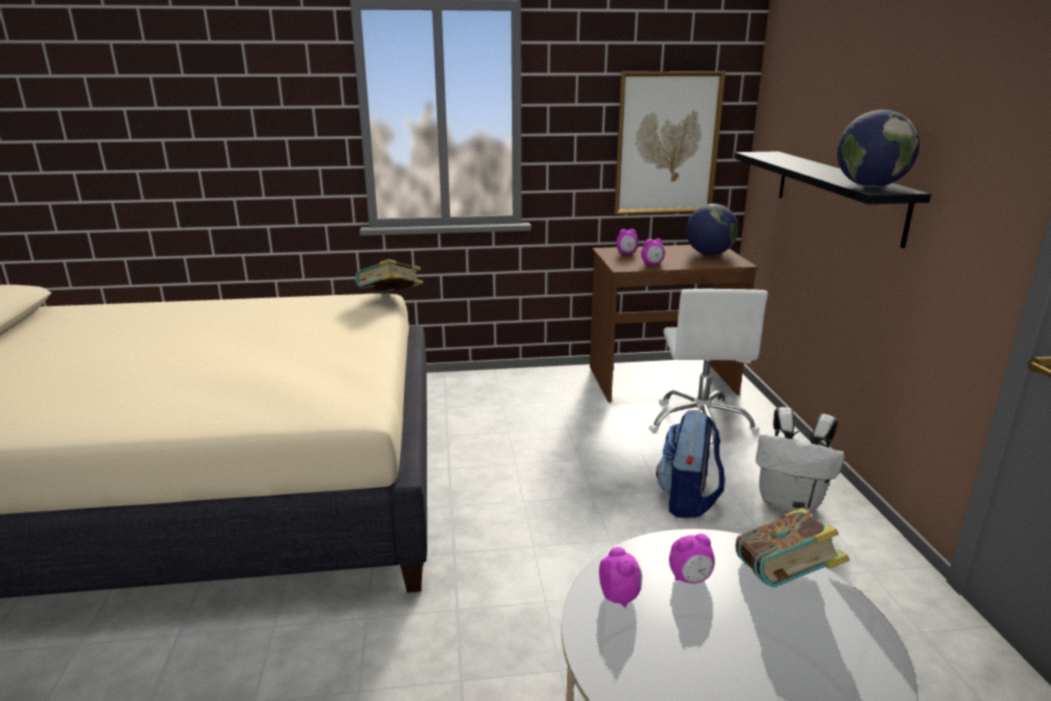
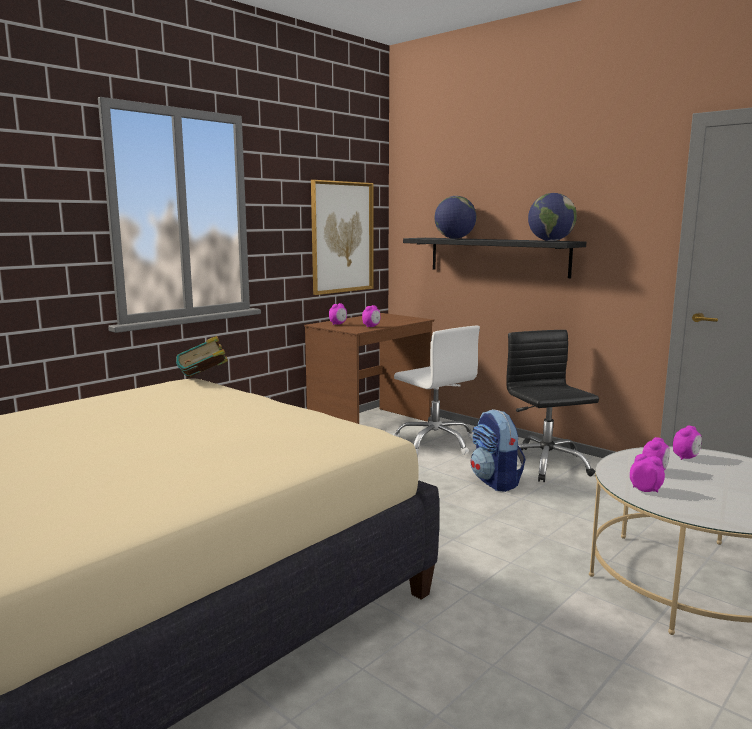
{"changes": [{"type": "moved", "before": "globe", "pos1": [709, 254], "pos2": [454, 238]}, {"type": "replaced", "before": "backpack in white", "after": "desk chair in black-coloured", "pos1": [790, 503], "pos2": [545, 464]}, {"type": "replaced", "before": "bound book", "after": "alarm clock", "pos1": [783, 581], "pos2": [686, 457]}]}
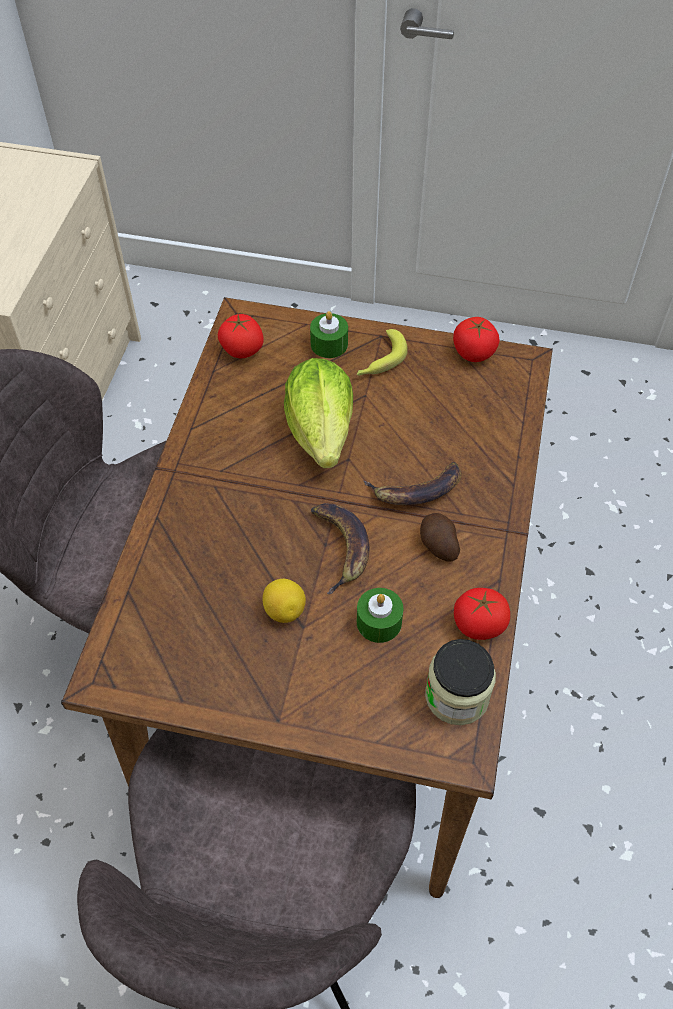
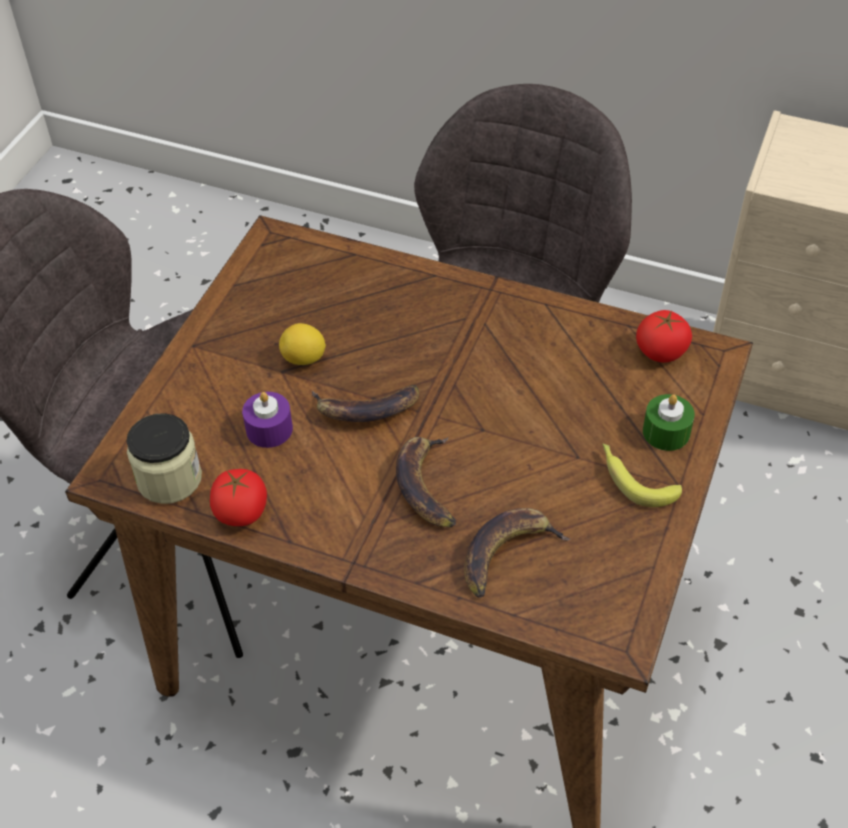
{"changes": [{"type": "recoloured", "before": "wax light in greenish", "after": "wax light in purple", "pos1": [379, 622], "pos2": [269, 429]}, {"type": "added", "after": "banana fruit", "pos2": [507, 553]}, {"type": "removed", "before": "lettuce head", "pos1": [321, 432]}, {"type": "removed", "before": "spud", "pos1": [438, 544]}, {"type": "removed", "before": "whole tomato", "pos1": [473, 352]}]}
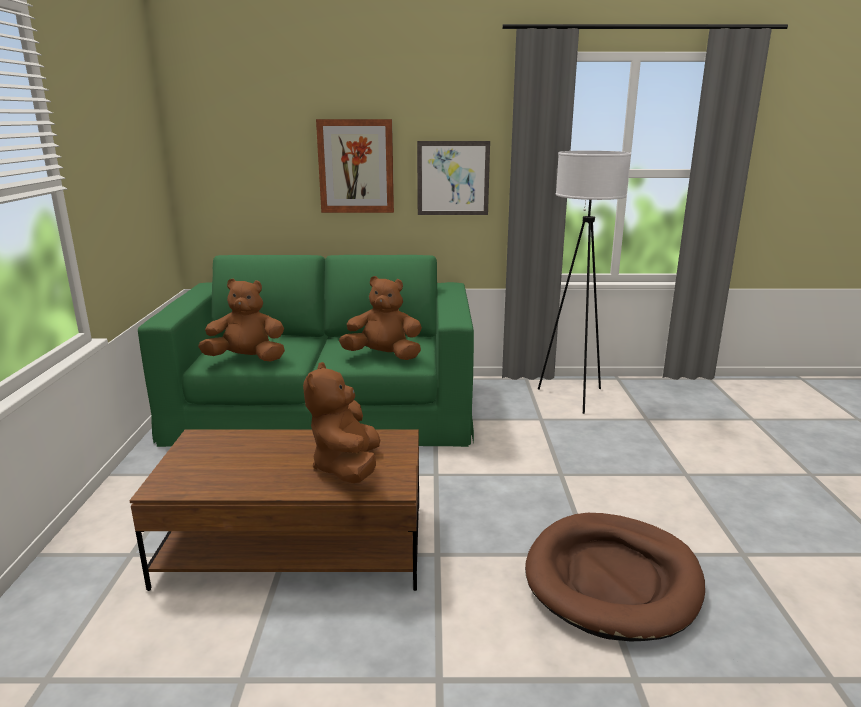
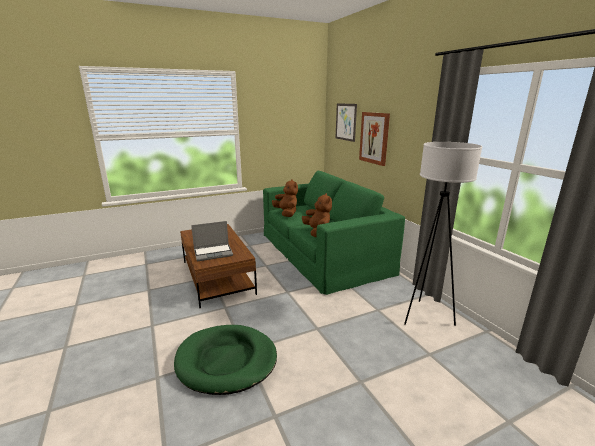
{"changes": [{"type": "recoloured", "before": "dog bed in brown-coloured", "after": "dog bed in greenish", "pos1": [613, 579], "pos2": [226, 361]}, {"type": "replaced", "before": "cuddly toy in brown-coloured", "after": "portable computer", "pos1": [347, 467], "pos2": [213, 253]}, {"type": "moved", "before": "wall art", "pos1": [453, 178], "pos2": [346, 122]}]}
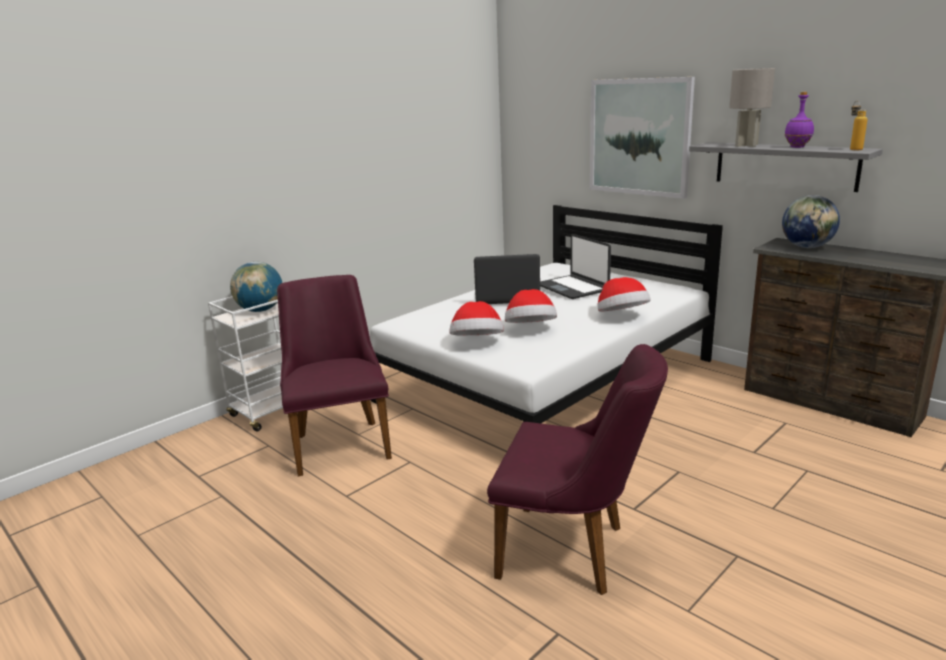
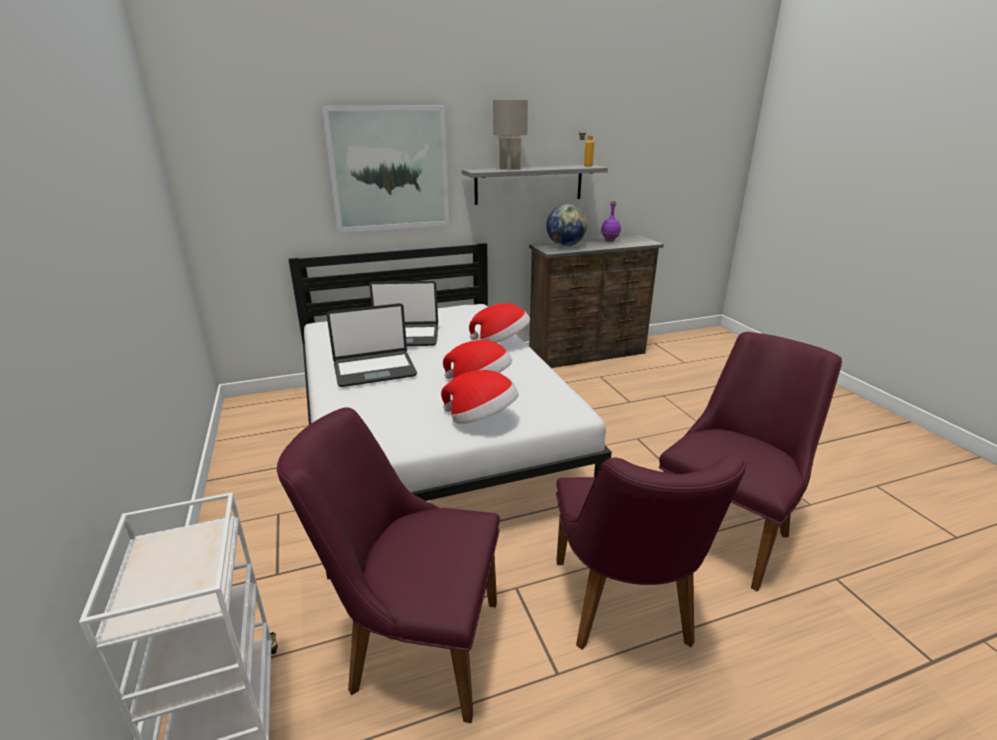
{"changes": [{"type": "turned", "before": "portable computer", "pos1": [507, 297], "pos2": [374, 370], "turn": -135}, {"type": "added", "after": "upright chair in purple", "pos2": [625, 611]}, {"type": "moved", "before": "bottle in purple", "pos1": [797, 147], "pos2": [610, 240]}, {"type": "removed", "before": "globe", "pos1": [260, 310]}]}
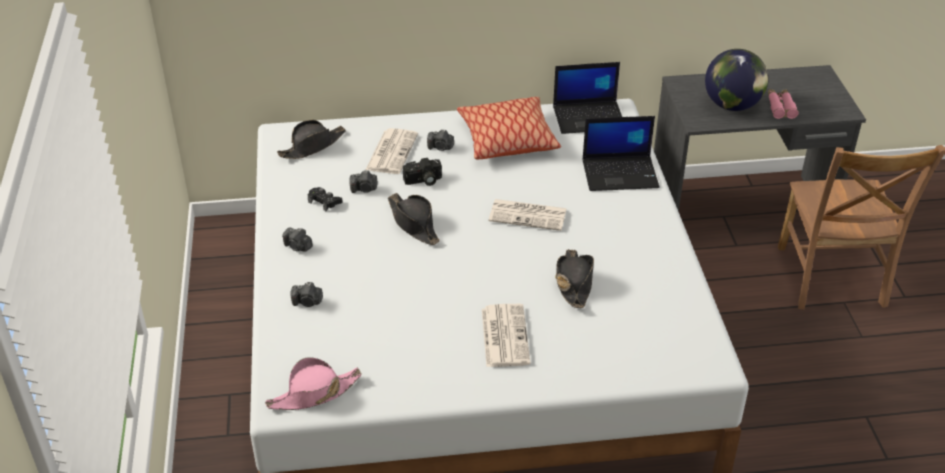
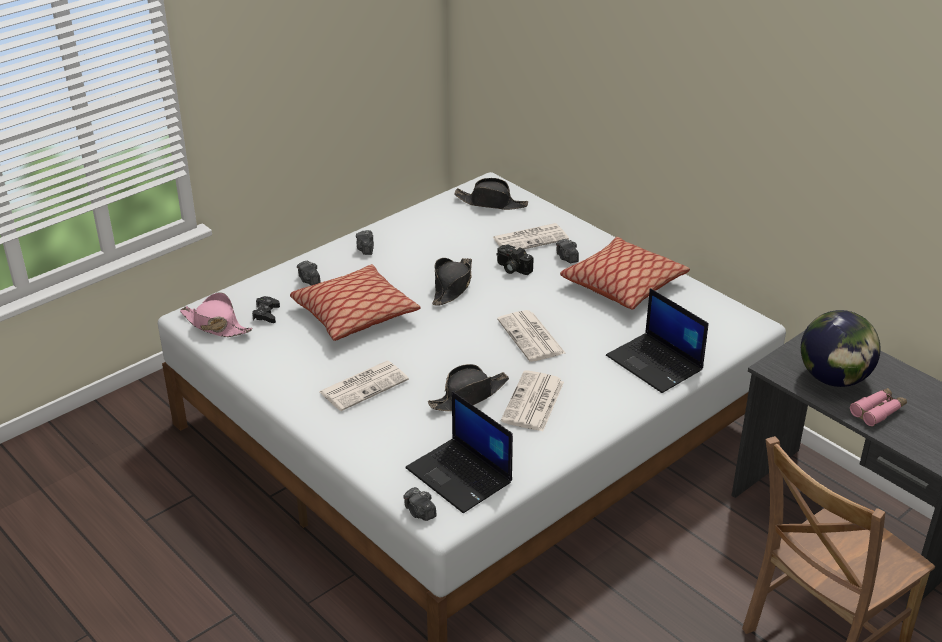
{"changes": [{"type": "moved", "before": "gamepad in black-coloured", "pos1": [324, 202], "pos2": [266, 314]}, {"type": "added", "after": "throw pillow", "pos2": [355, 314]}, {"type": "moved", "before": "photo camera", "pos1": [364, 189], "pos2": [420, 512]}, {"type": "moved", "before": "portable computer", "pos1": [589, 117], "pos2": [460, 476]}, {"type": "added", "after": "newspaper", "pos2": [533, 402]}]}
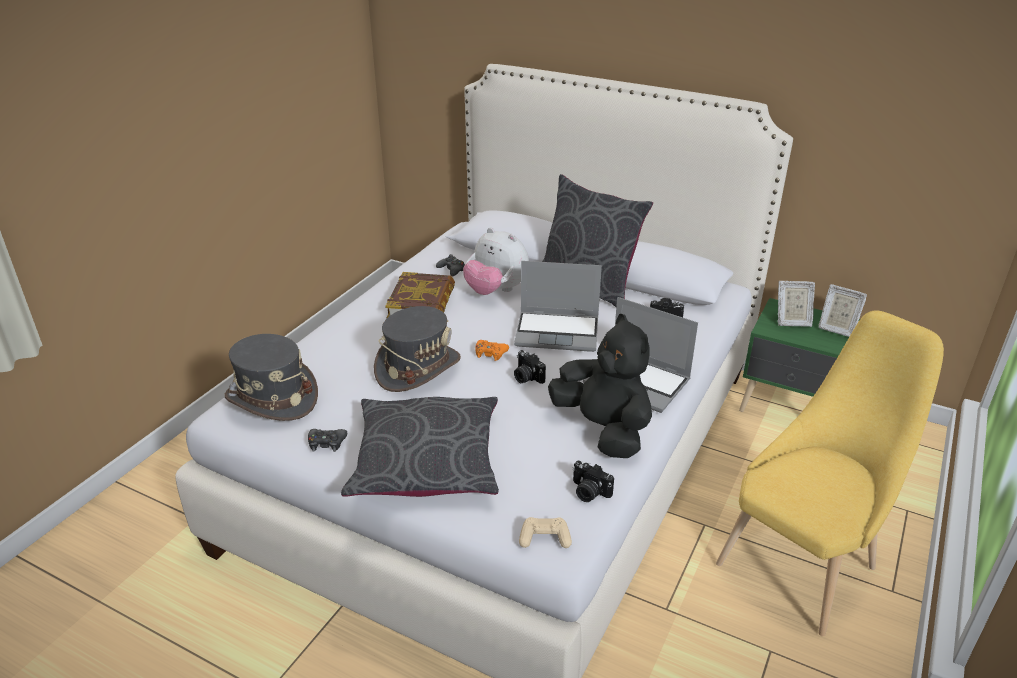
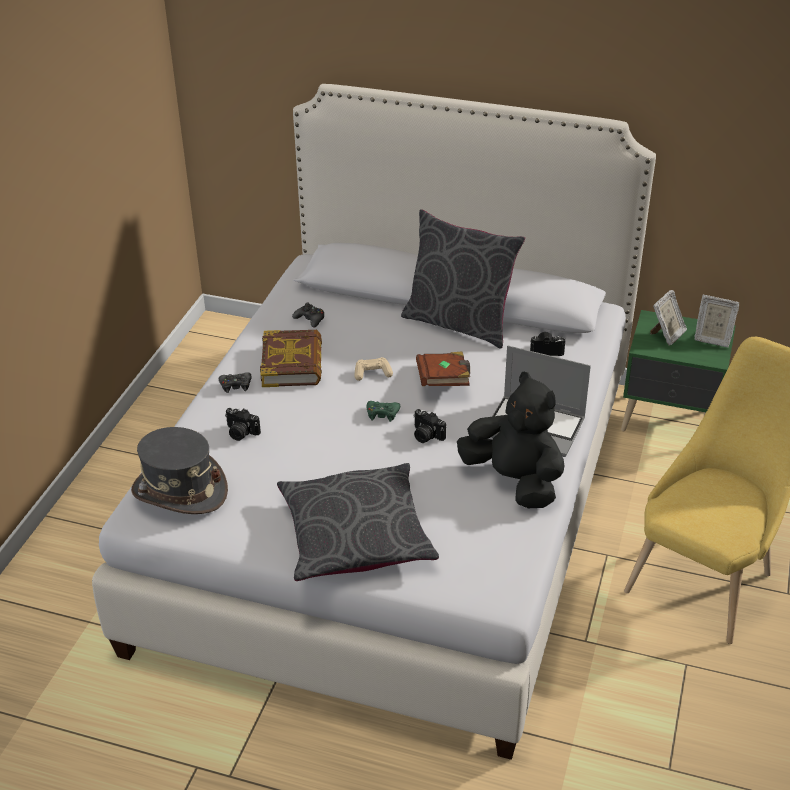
{"changes": [{"type": "moved", "before": "gamepad in black-coloured", "pos1": [327, 443], "pos2": [235, 385]}, {"type": "moved", "before": "photo camera", "pos1": [588, 492], "pos2": [240, 433]}, {"type": "moved", "before": "gamepad in sand-coloured", "pos1": [544, 538], "pos2": [372, 373]}, {"type": "recoloured", "before": "gamepad in orangey", "after": "gamepad in greenish", "pos1": [490, 353], "pos2": [382, 414]}, {"type": "replaced", "before": "portable computer", "after": "bound book in brown-coloured", "pos1": [558, 332], "pos2": [444, 381]}, {"type": "turned", "before": "standing frame", "pos1": [791, 321], "pos2": [667, 335], "turn": -45}, {"type": "removed", "before": "clothing hat in grey", "pos1": [417, 368]}, {"type": "removed", "before": "cuddly toy", "pos1": [496, 291]}]}
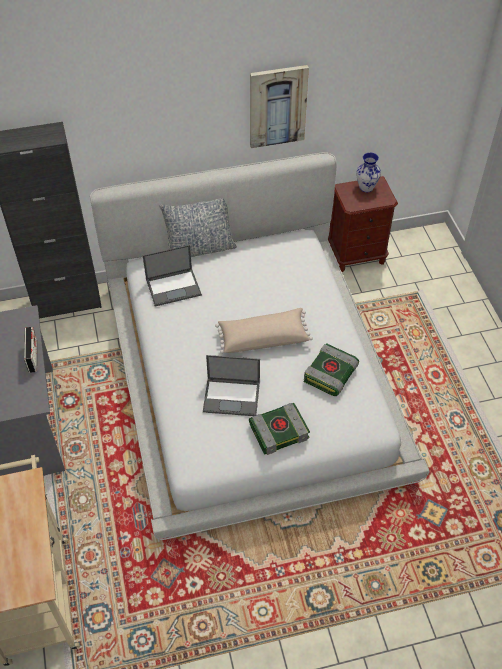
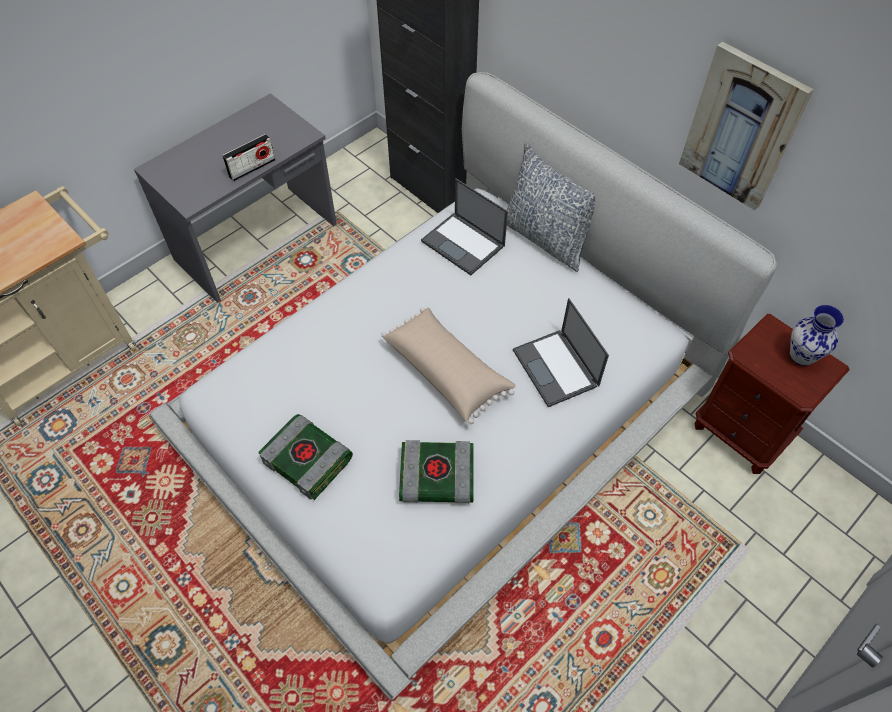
{"changes": [{"type": "moved", "before": "portable computer", "pos1": [232, 396], "pos2": [556, 368]}]}
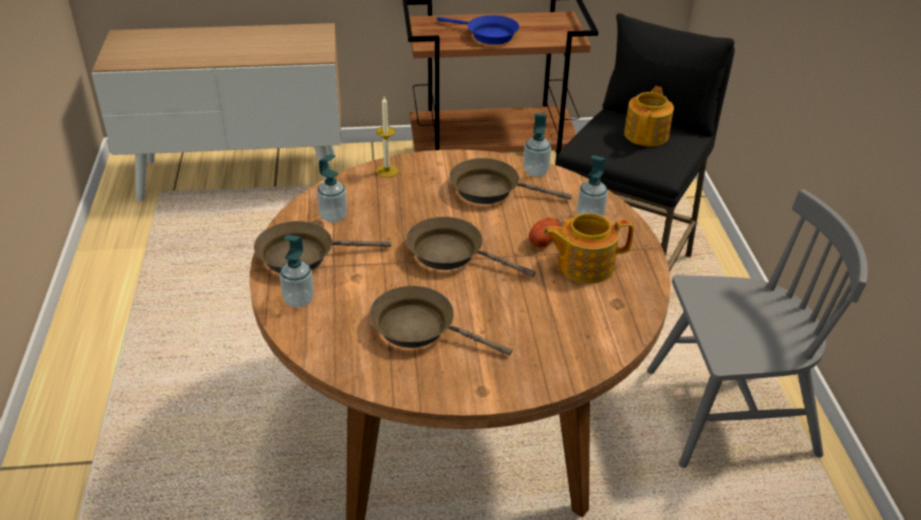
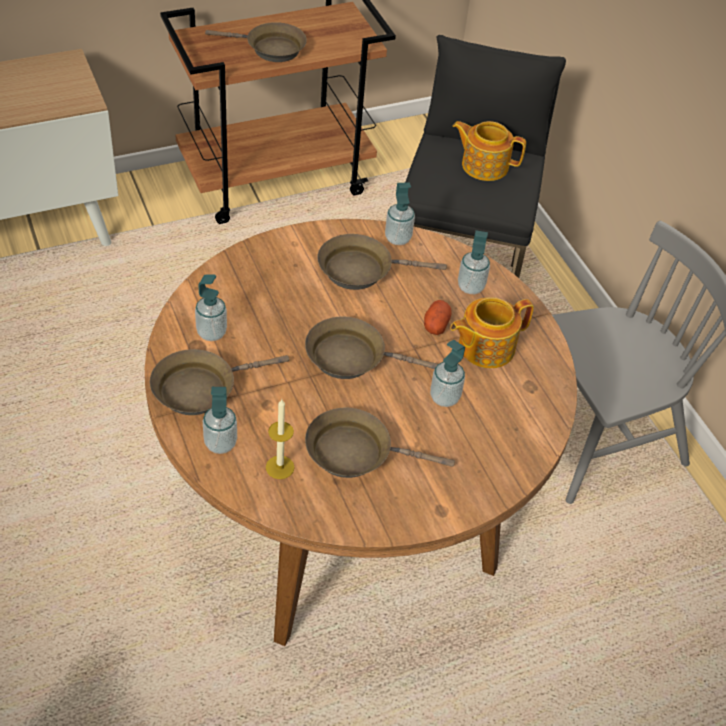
{"changes": [{"type": "recoloured", "before": "frying pan in bluish", "after": "frying pan in brown-coloured", "pos1": [488, 35], "pos2": [270, 49]}, {"type": "moved", "before": "wax light", "pos1": [387, 171], "pos2": [280, 467]}, {"type": "added", "after": "soap bottle", "pos2": [444, 397]}, {"type": "turned", "before": "pot for tea", "pos1": [647, 134], "pos2": [484, 165], "turn": -75}]}
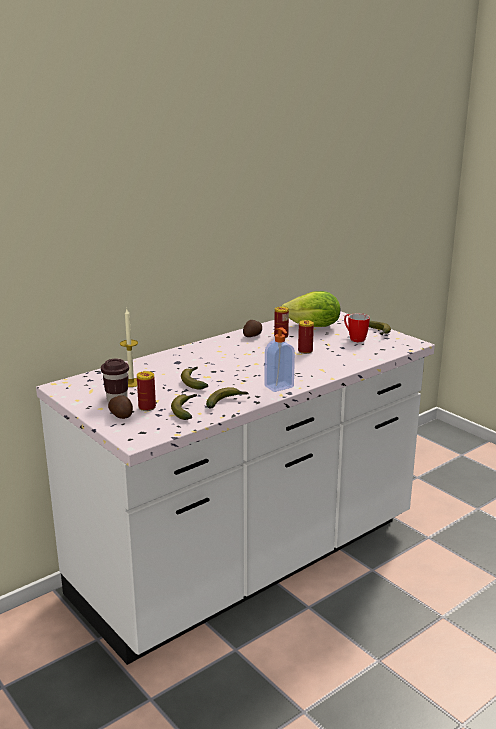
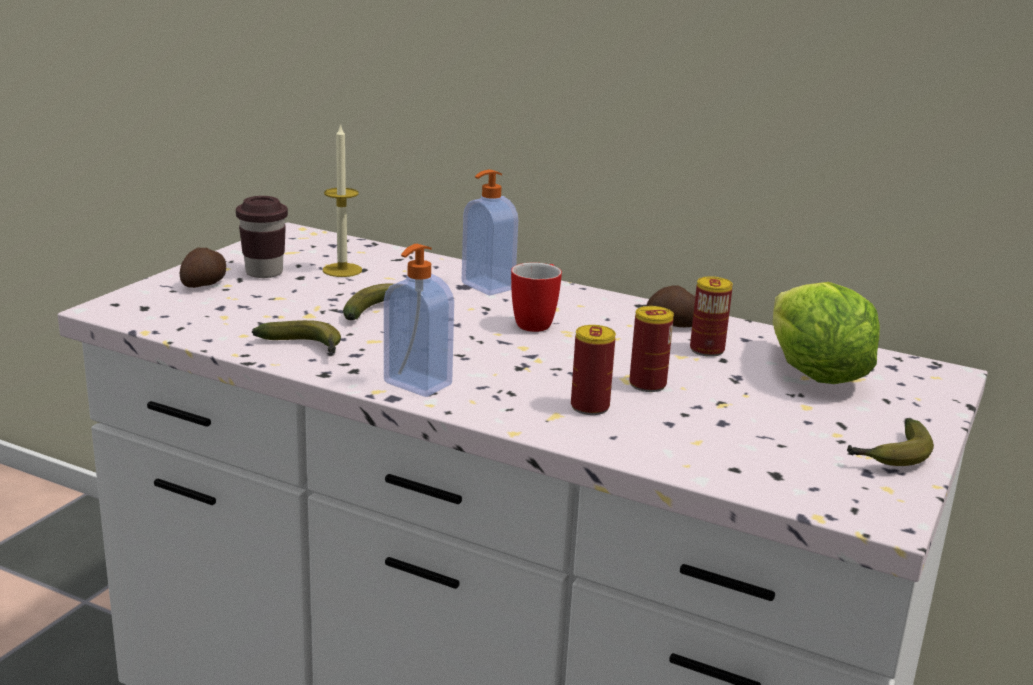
{"changes": [{"type": "added", "after": "soap bottle", "pos2": [486, 287]}, {"type": "moved", "before": "coffee mug", "pos1": [354, 338], "pos2": [537, 322]}, {"type": "moved", "before": "metal can", "pos1": [147, 407], "pos2": [590, 407]}, {"type": "removed", "before": "banana fruit", "pos1": [185, 410]}]}
